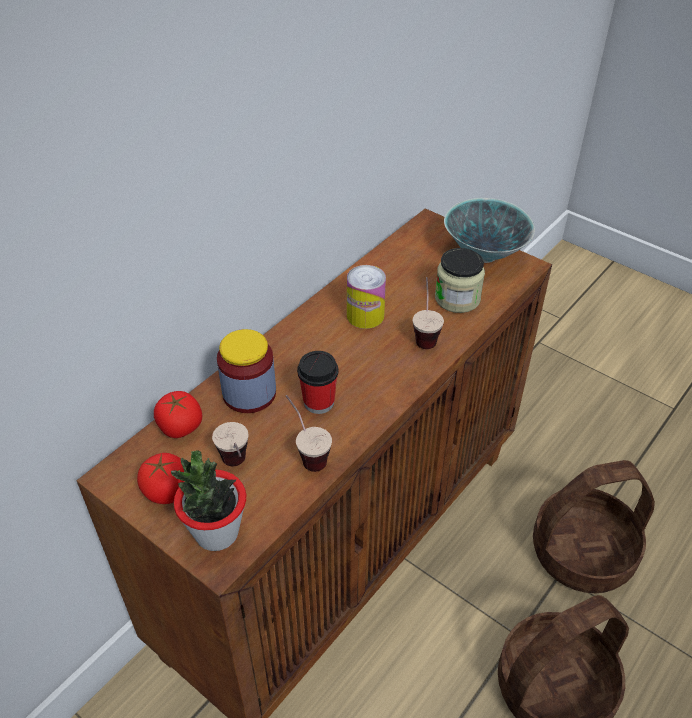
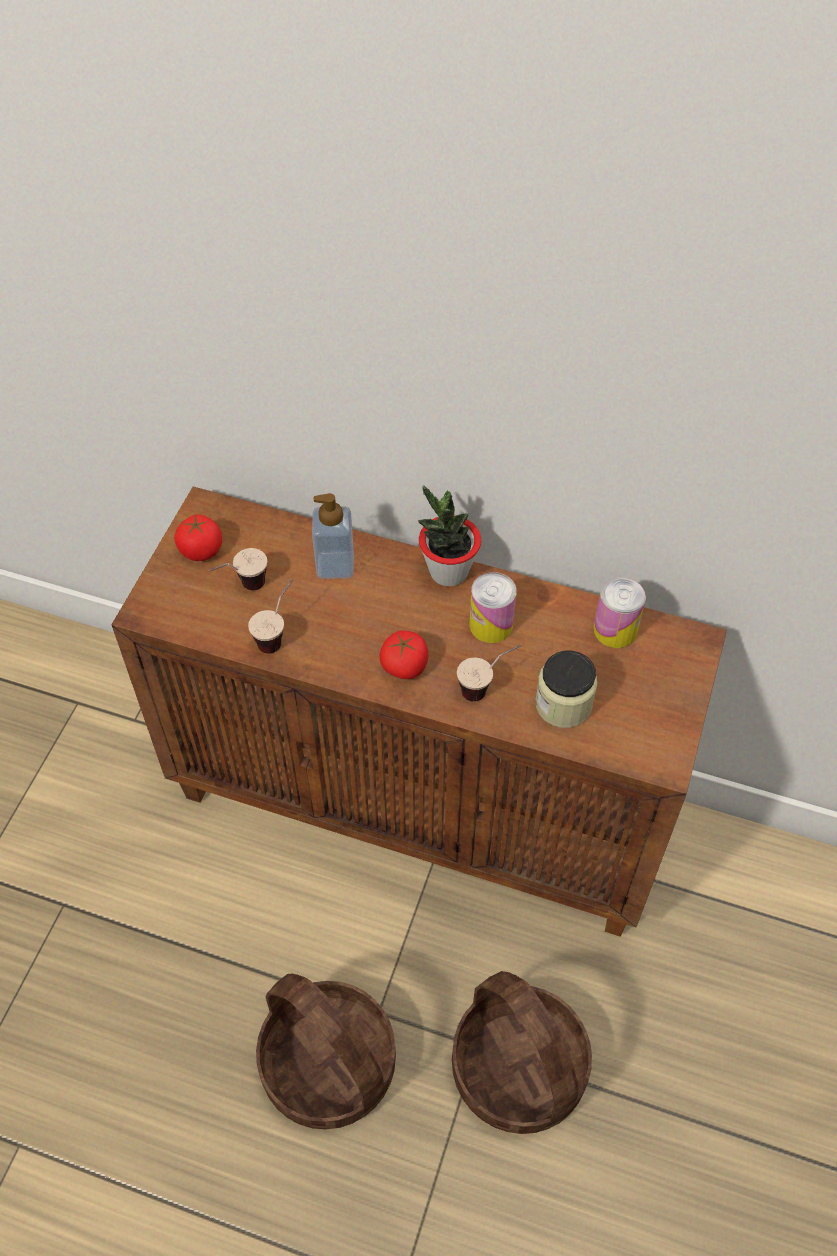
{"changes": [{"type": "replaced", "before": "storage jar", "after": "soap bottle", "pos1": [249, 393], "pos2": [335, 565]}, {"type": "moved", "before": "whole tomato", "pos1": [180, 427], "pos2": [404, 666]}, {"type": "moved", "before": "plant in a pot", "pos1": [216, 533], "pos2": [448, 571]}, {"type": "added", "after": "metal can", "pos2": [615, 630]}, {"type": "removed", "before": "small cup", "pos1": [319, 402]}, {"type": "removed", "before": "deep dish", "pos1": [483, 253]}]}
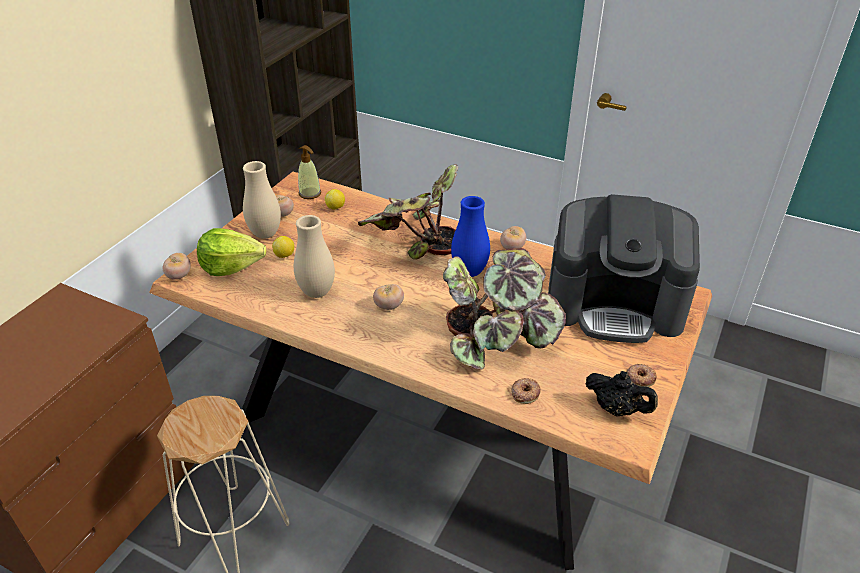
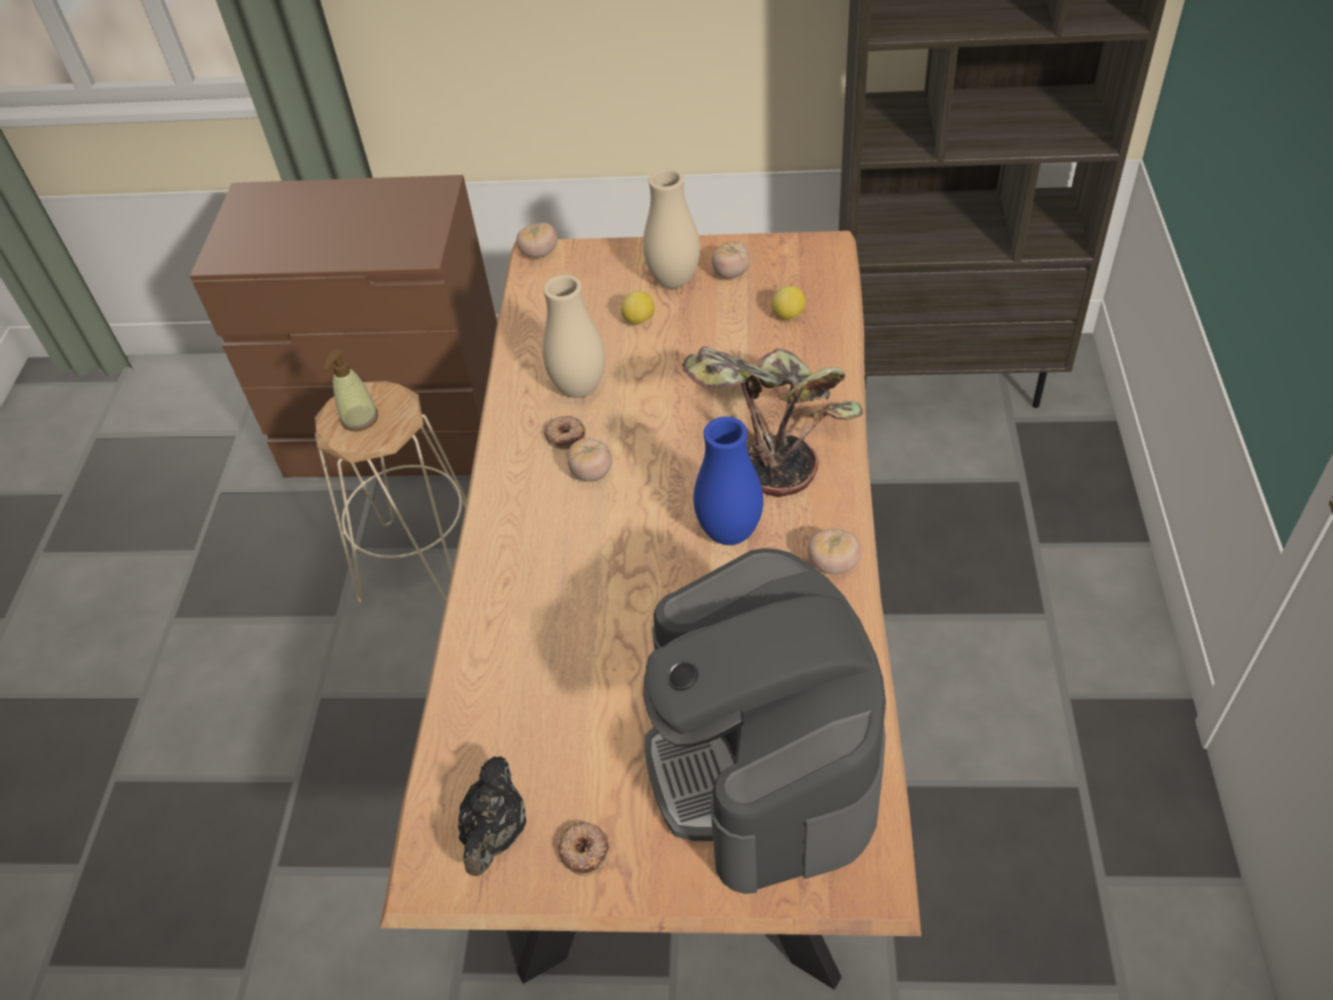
{"changes": [{"type": "moved", "before": "soap bottle", "pos1": [310, 193], "pos2": [359, 418]}, {"type": "moved", "before": "donut", "pos1": [525, 393], "pos2": [565, 435]}, {"type": "removed", "before": "lettuce head", "pos1": [231, 265]}, {"type": "removed", "before": "plant in a pot", "pos1": [497, 338]}]}
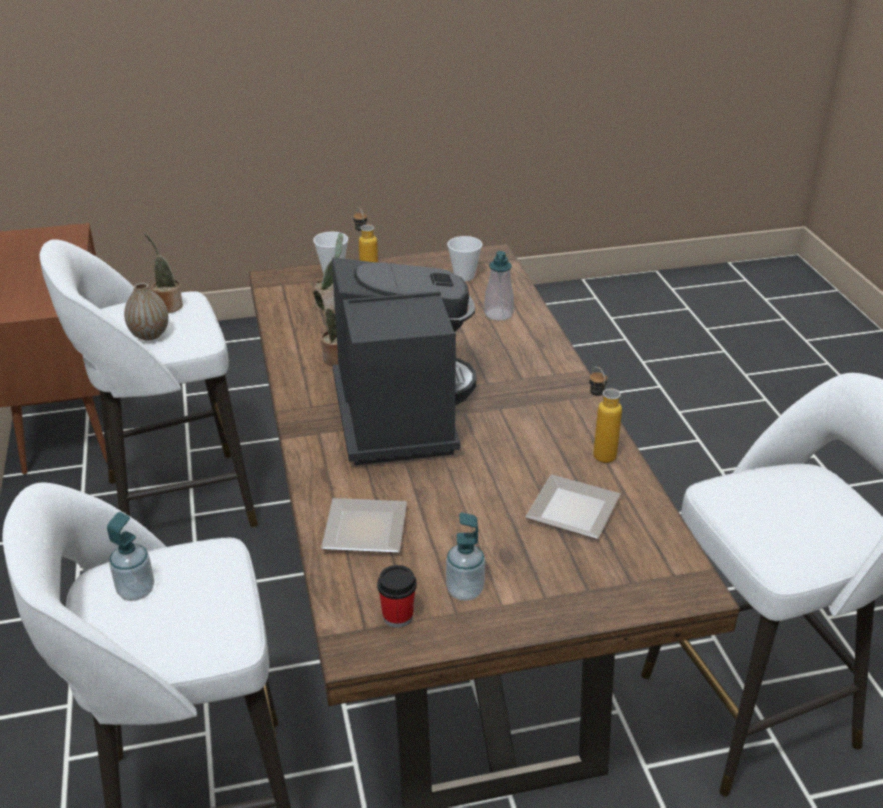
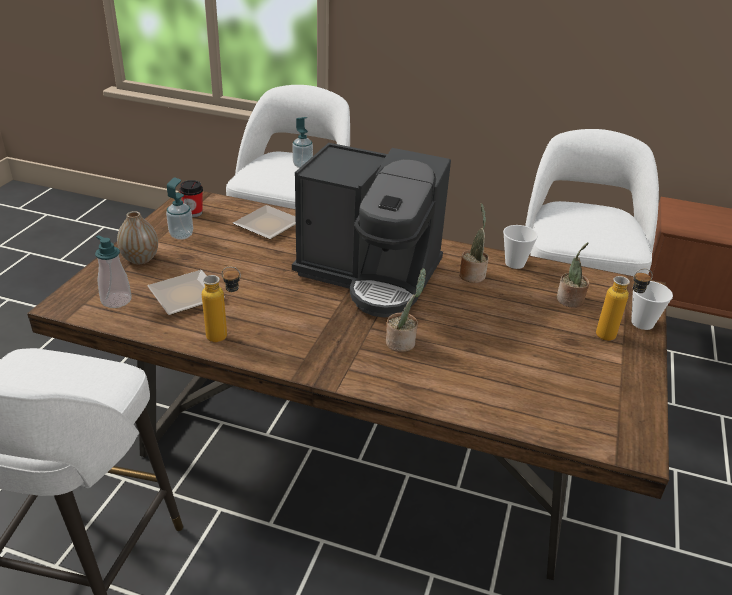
{"changes": [{"type": "moved", "before": "soap bottle", "pos1": [498, 314], "pos2": [116, 300]}, {"type": "moved", "before": "vase", "pos1": [150, 335], "pos2": [140, 259]}, {"type": "moved", "before": "plant in a pot", "pos1": [167, 305], "pos2": [402, 342]}, {"type": "moved", "before": "small cup", "pos1": [464, 276], "pos2": [514, 263]}]}
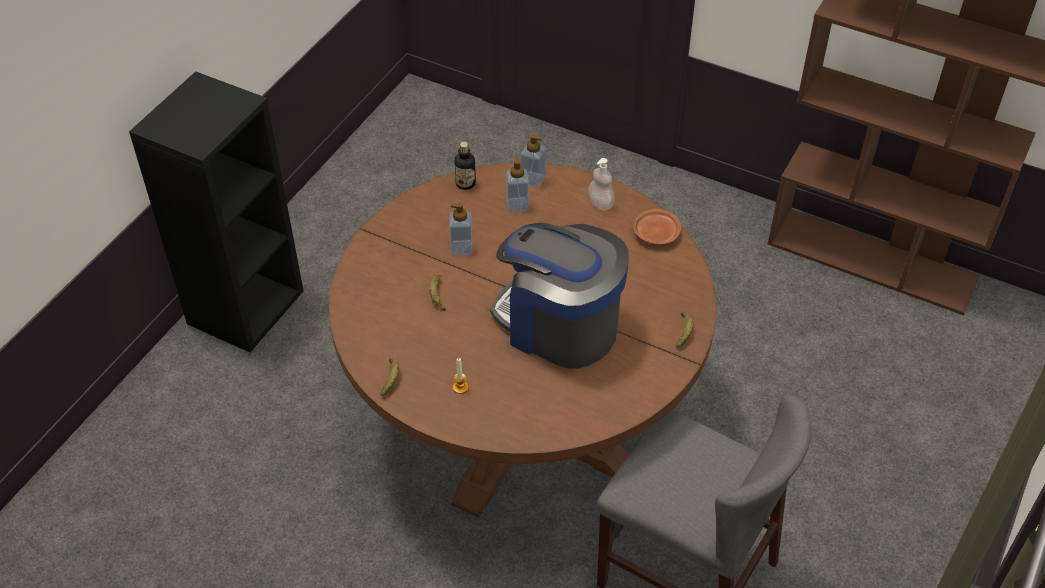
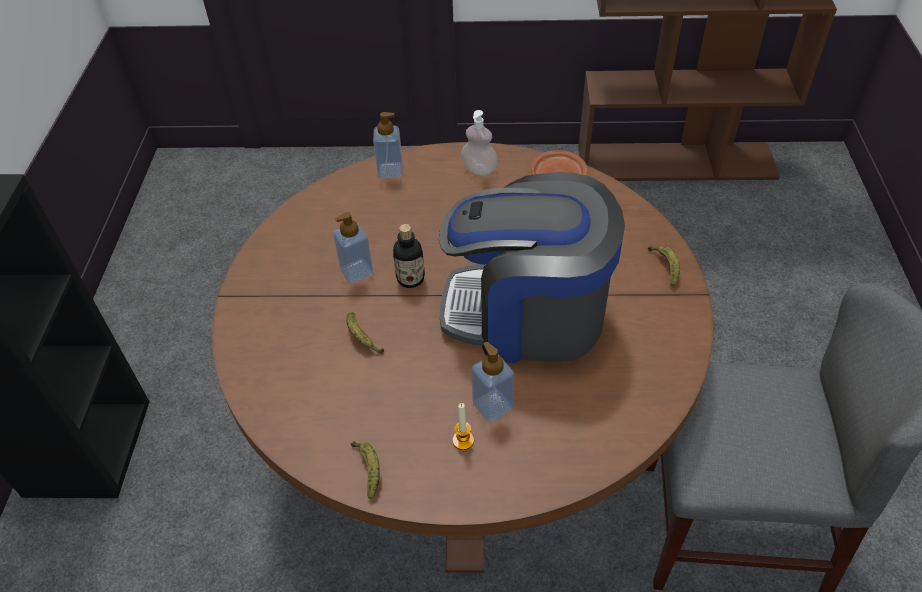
{"changes": [{"type": "moved", "before": "bottle", "pos1": [465, 183], "pos2": [410, 279]}, {"type": "moved", "before": "soap bottle", "pos1": [517, 205], "pos2": [492, 405]}]}
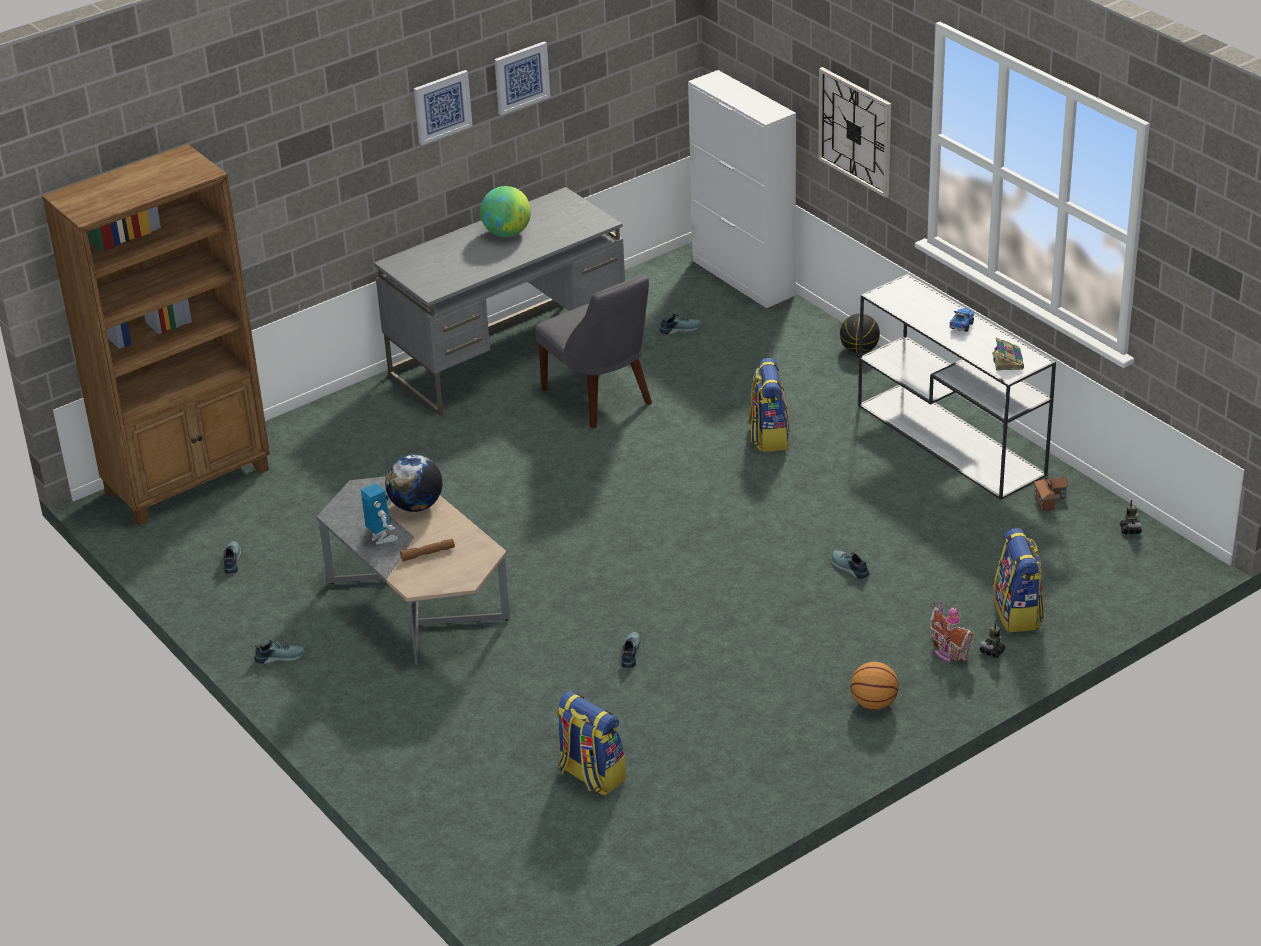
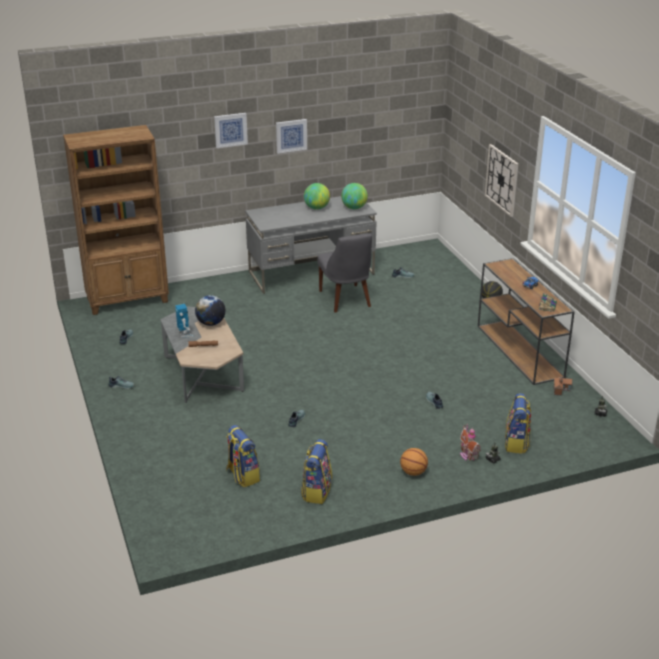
{"changes": [{"type": "moved", "before": "wall art", "pos1": [521, 77], "pos2": [230, 130]}, {"type": "moved", "before": "backpack", "pos1": [769, 436], "pos2": [316, 491]}, {"type": "added", "after": "globe", "pos2": [354, 208]}, {"type": "recoloured", "before": "console table in white", "after": "console table in brown-coloured", "pos1": [952, 440], "pos2": [520, 351]}, {"type": "removed", "before": "cupboard in white", "pos1": [743, 278]}]}
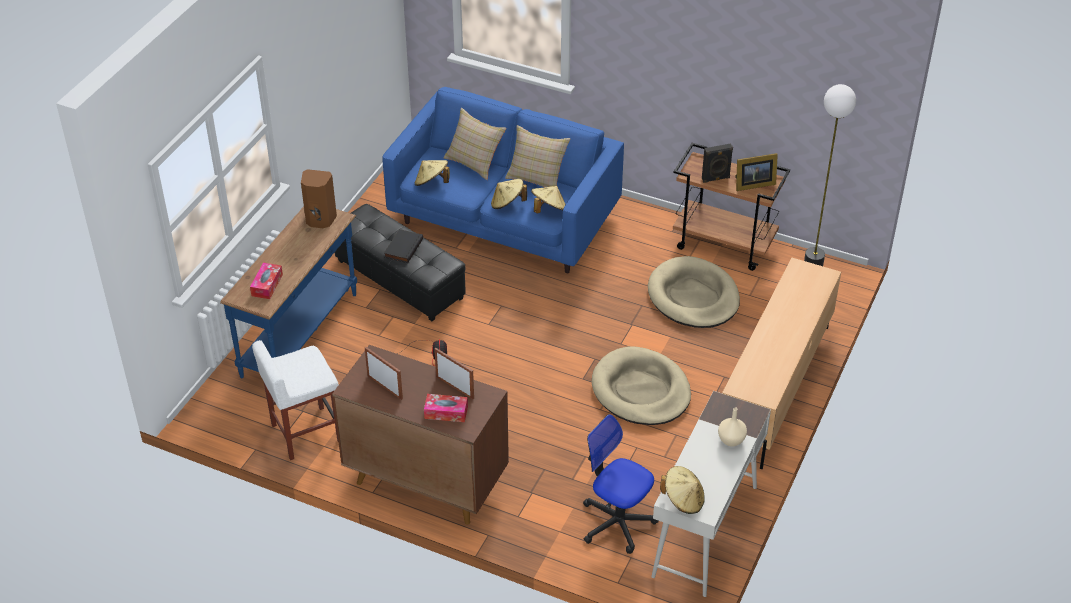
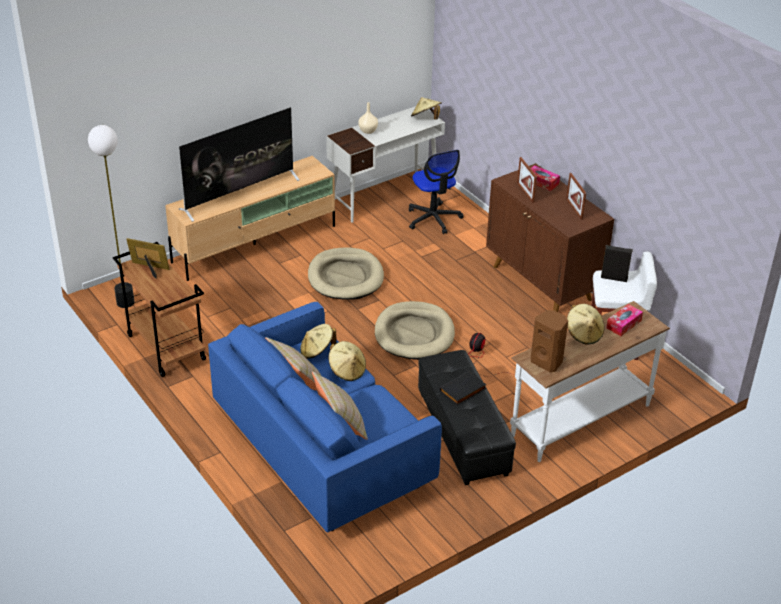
{"changes": [{"type": "added", "after": "TV set", "pos2": [240, 194]}, {"type": "moved", "before": "dog bed in sand-coloured", "pos1": [693, 297], "pos2": [414, 334]}, {"type": "recoloured", "before": "console table in bluish", "after": "console table in white", "pos1": [301, 335], "pos2": [580, 419]}, {"type": "moved", "before": "clothing hat in sand-coloured", "pos1": [432, 183], "pos2": [584, 334]}, {"type": "moved", "before": "speaker in black-coloured", "pos1": [716, 179], "pos2": [614, 277]}]}
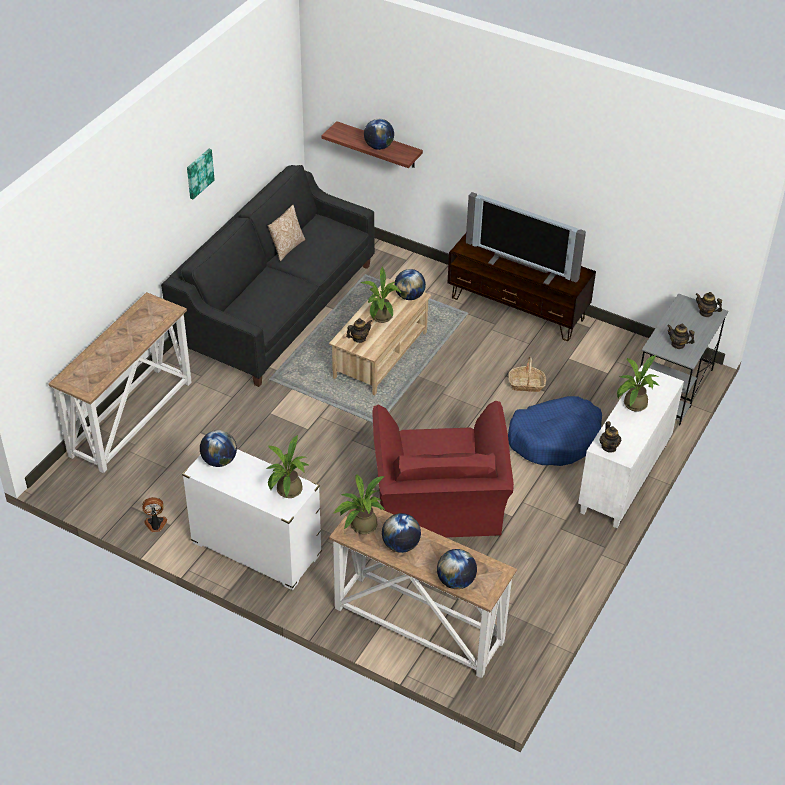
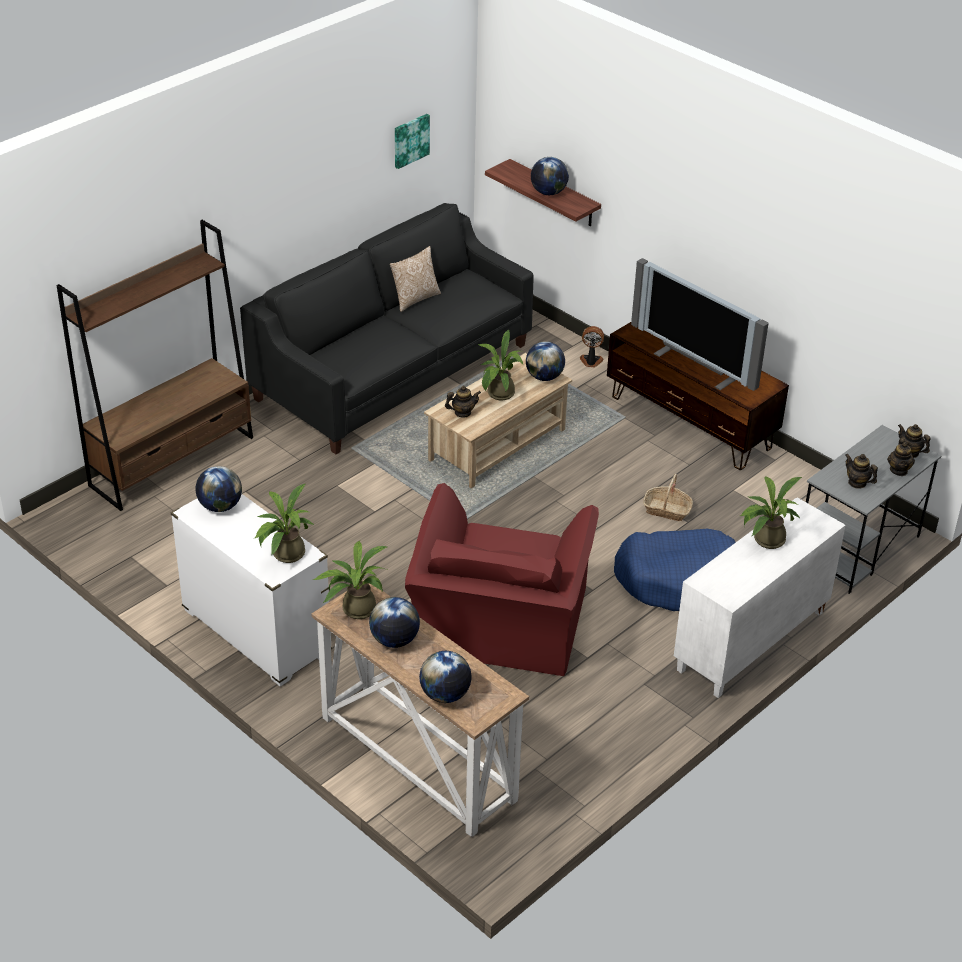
{"changes": [{"type": "replaced", "before": "console table", "after": "bookshelf in brown-coloured", "pos1": [131, 418], "pos2": [172, 461]}, {"type": "moved", "before": "wall art", "pos1": [199, 173], "pos2": [410, 140]}, {"type": "moved", "before": "electric fan", "pos1": [155, 525], "pos2": [591, 361]}, {"type": "moved", "before": "pot for tea", "pos1": [609, 447], "pos2": [899, 470]}]}
